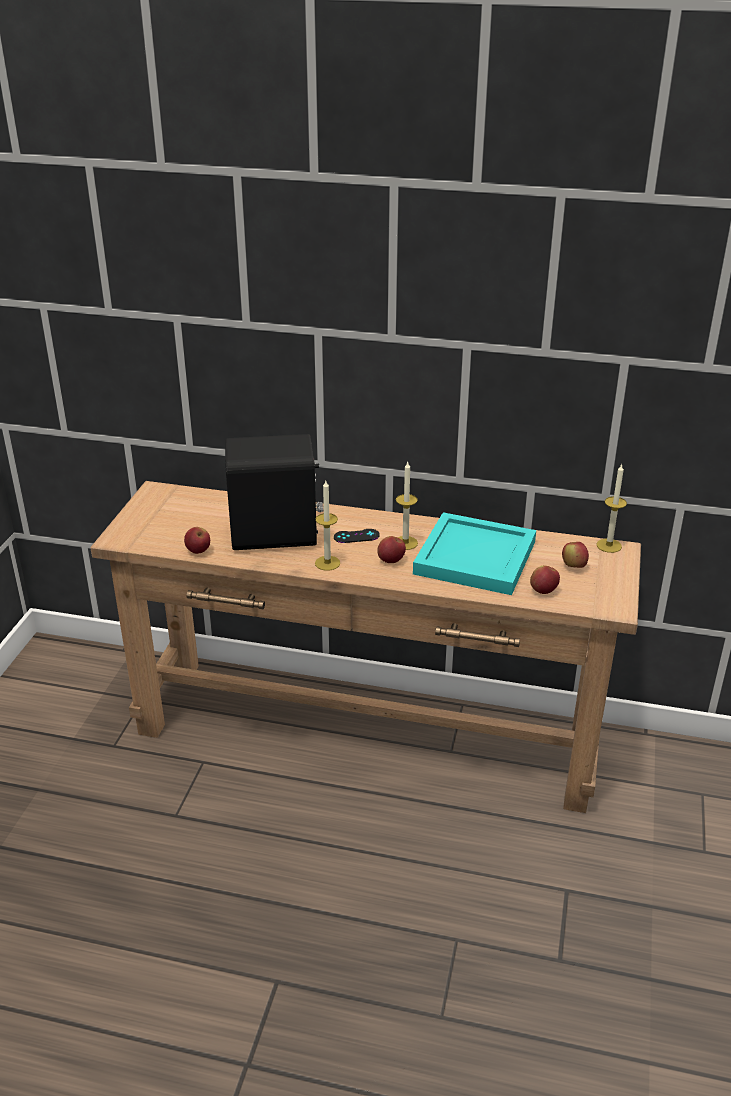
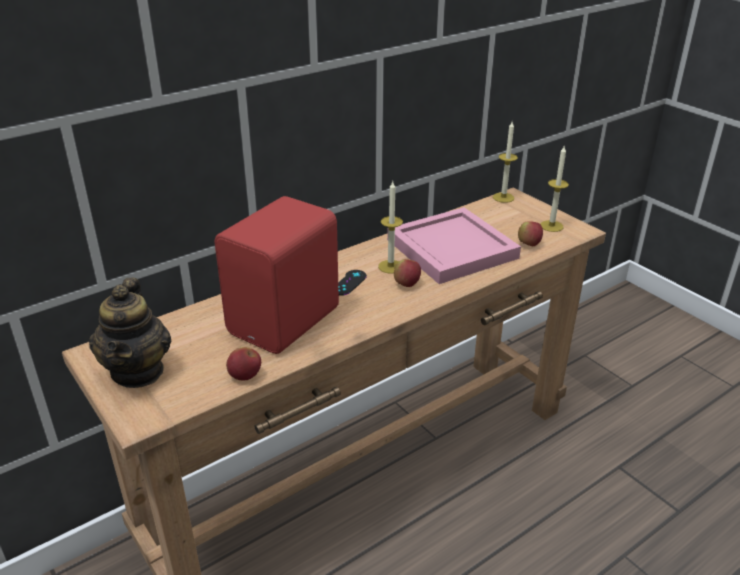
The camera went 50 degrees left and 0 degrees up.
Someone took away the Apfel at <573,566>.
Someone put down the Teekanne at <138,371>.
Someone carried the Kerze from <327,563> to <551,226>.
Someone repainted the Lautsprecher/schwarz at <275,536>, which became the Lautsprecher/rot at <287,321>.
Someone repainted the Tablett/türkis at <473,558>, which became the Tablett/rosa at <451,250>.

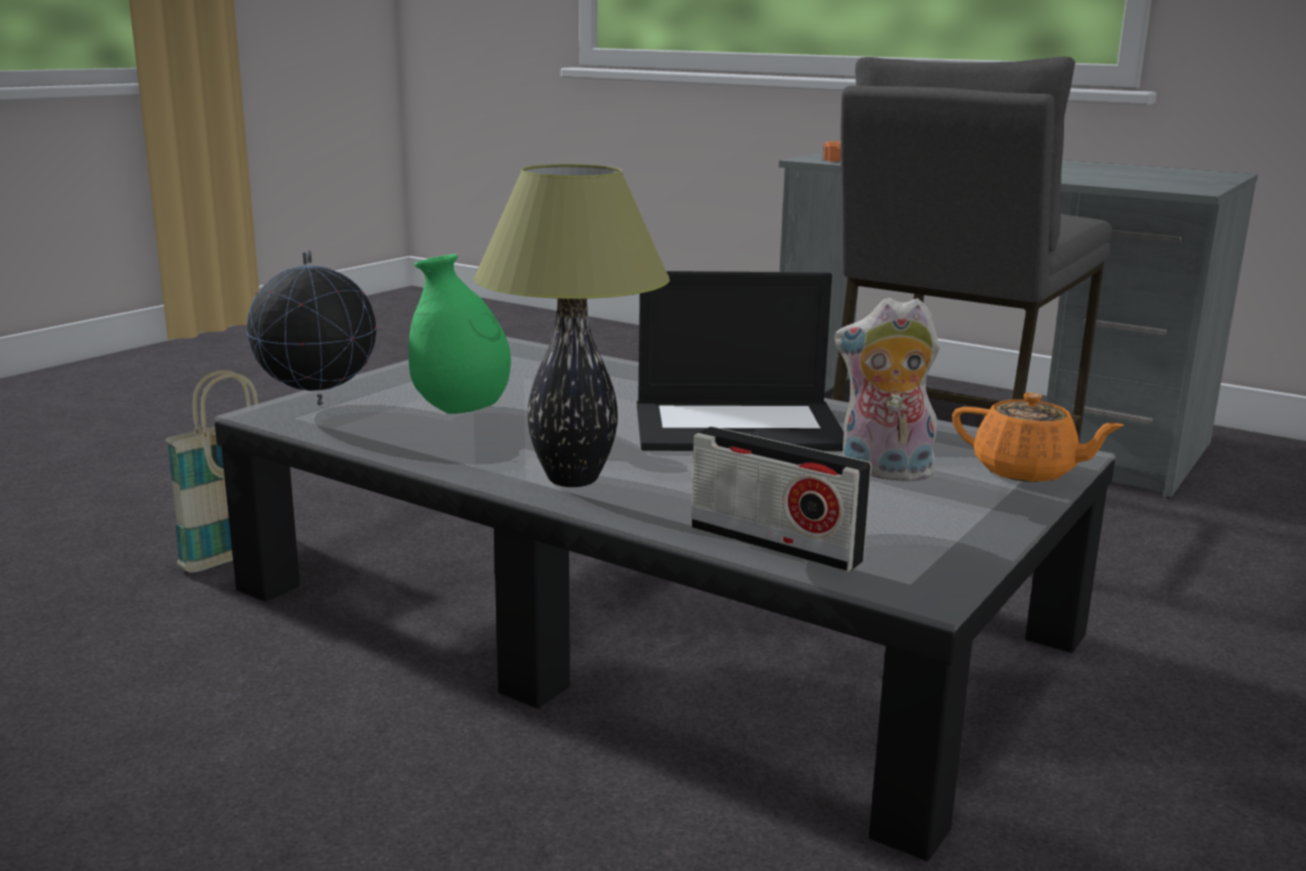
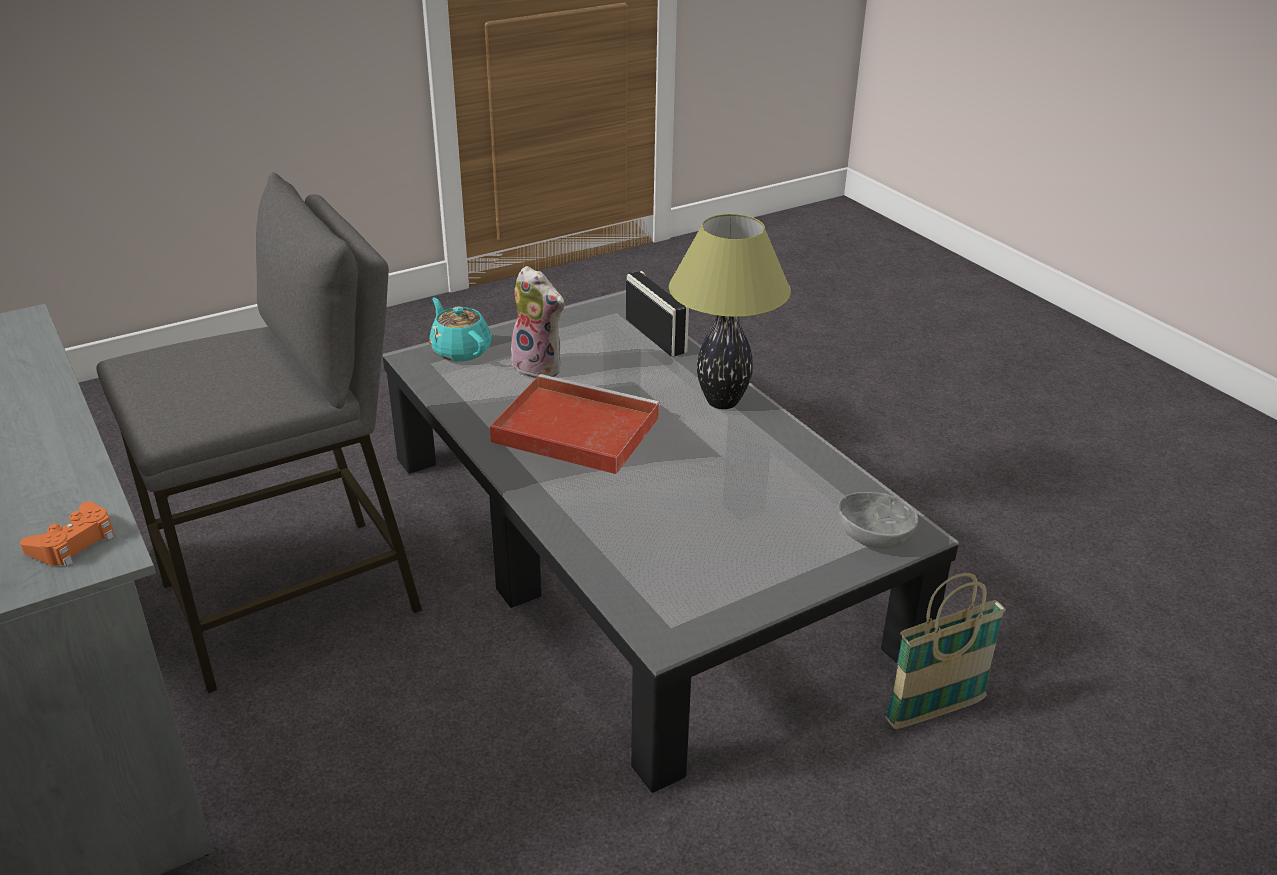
The camera went 155 degrees left and 15 degrees up.
Someone took away the Vase/grün at <461,411>.
Someone swapped the Globus at <317,405> for the Schüssel/grau at <874,536>.
Someone swapped the Laptop at <740,426> for the Tablett/rot at <572,429>.
Someone repainted the Teekanne/orange at <1026,471>, which became the Teekanne/türkis at <460,350>.

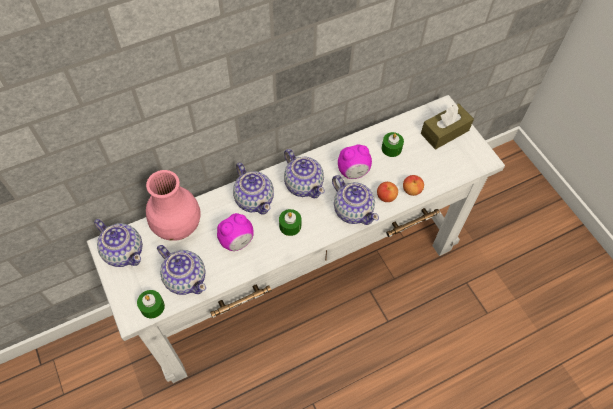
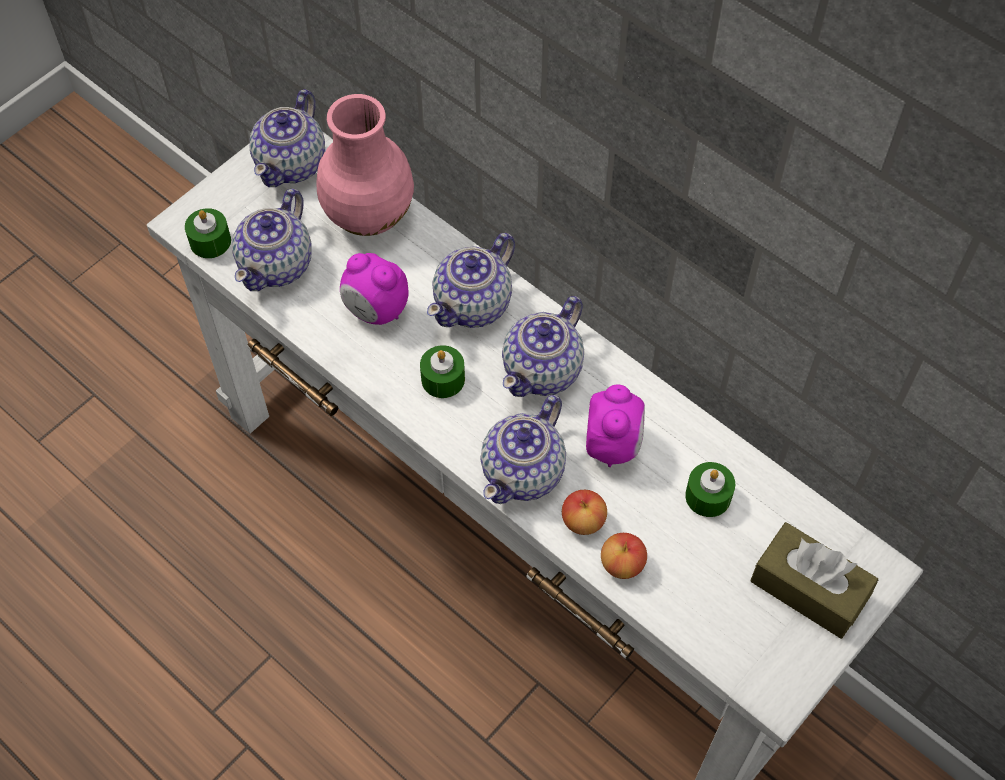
The camera went 70 degrees right and 0 degrees up.
Someone rotated the Wecker at <353,172> by 135 degrees counterclockwise.

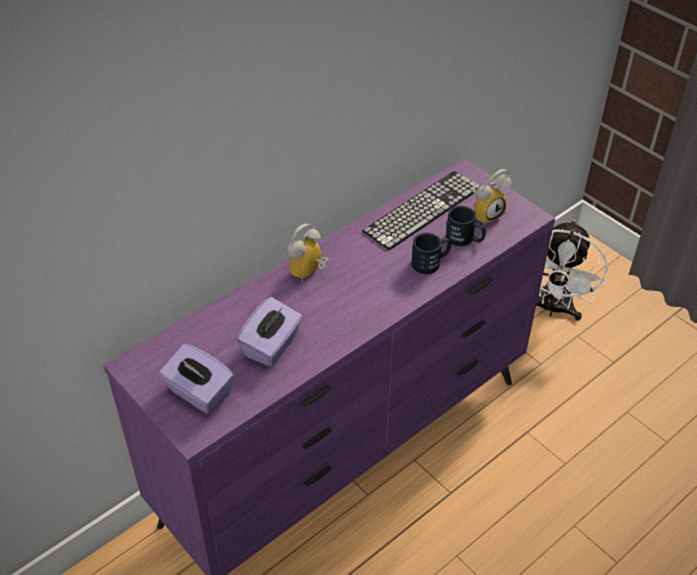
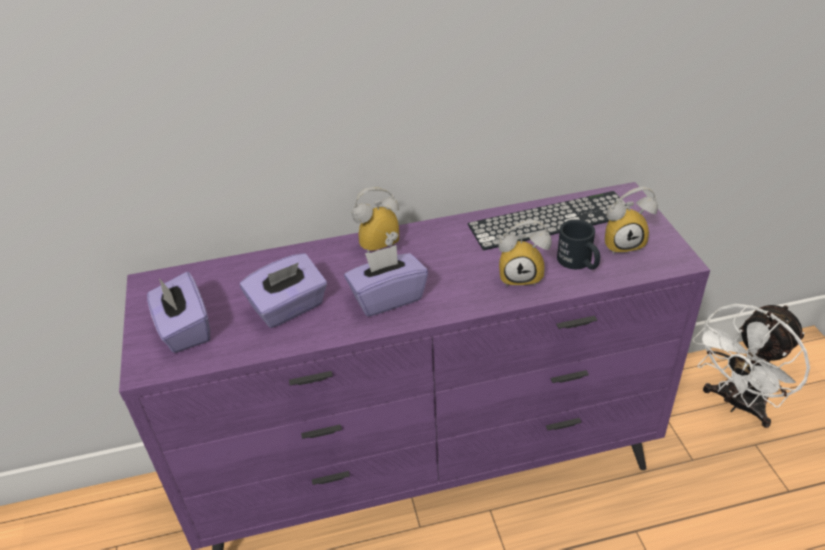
The camera went 30 degrees right and 5 degrees down.
Someone put down the Taschentuchbox/lila at <387,297>.
Someone swapped the Henkelbecher/schwarz at <431,262> for the Wecker at <521,275>.

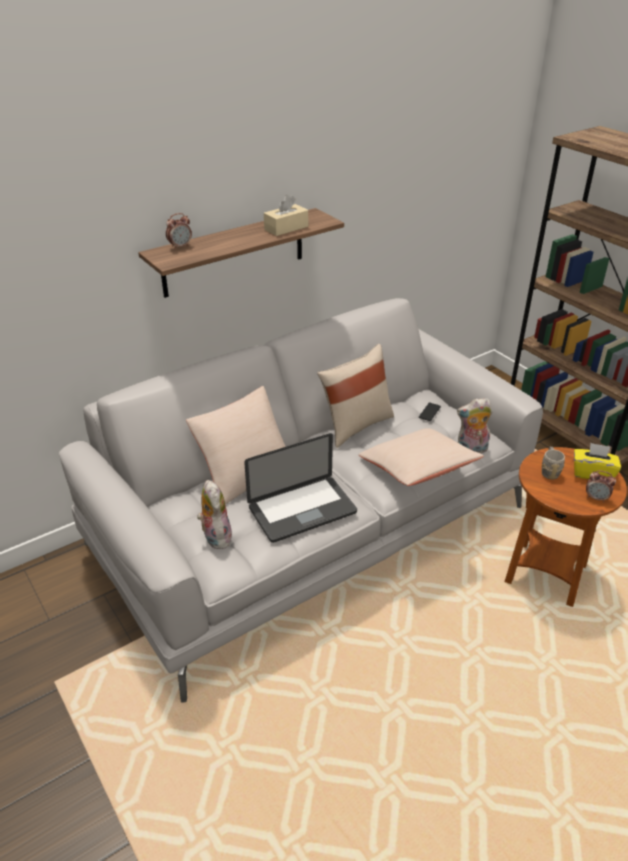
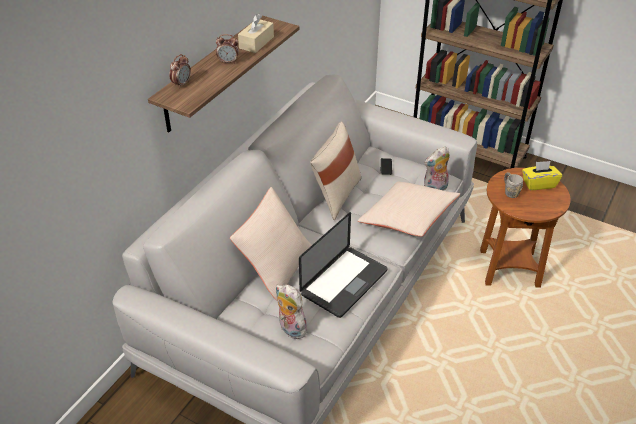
The camera went 25 degrees left and 5 degrees up.
Someone carried the Wecker from <596,498> to <228,62>.

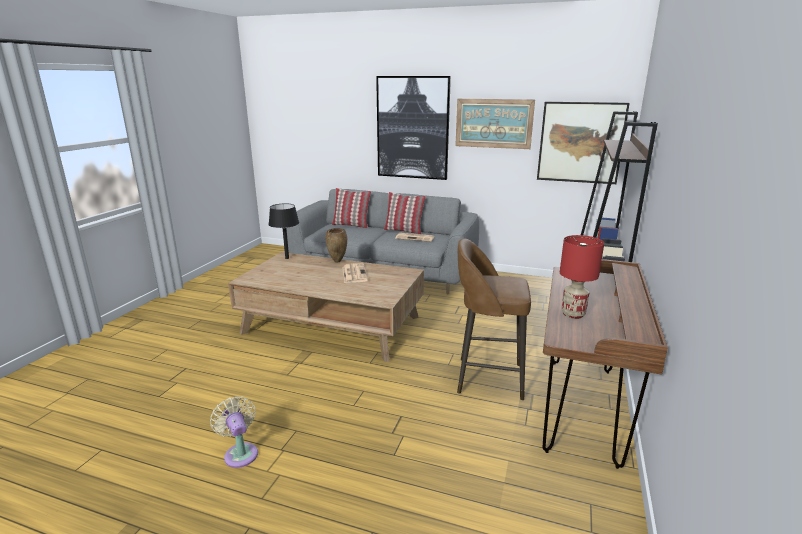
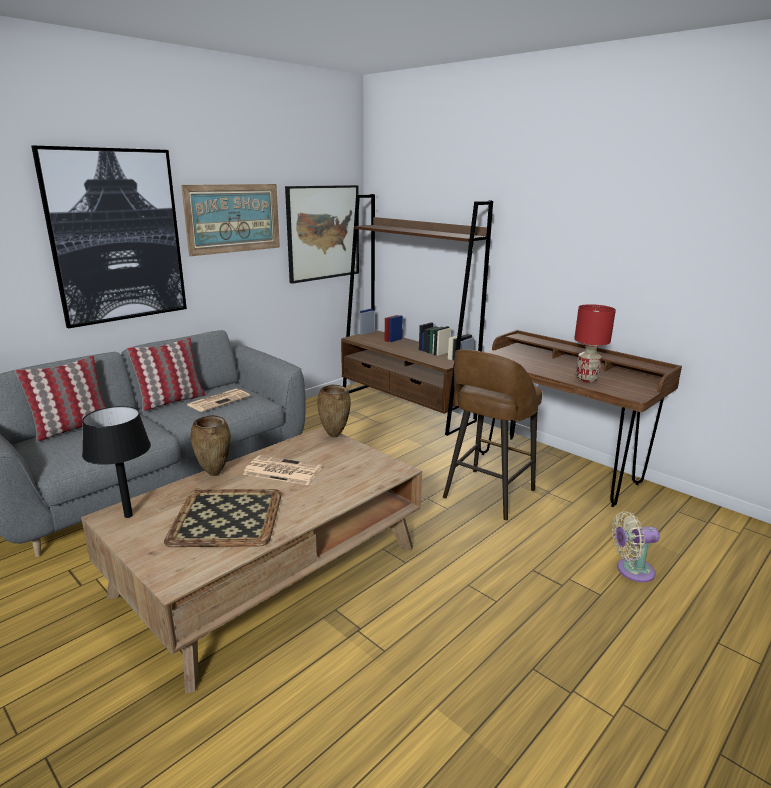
The camera went 65 degrees left and 0 degrees up.
Someone put down the Tablett at <226,517>.
Someone put down the Vase/braun at <335,435>.
Someone carried the Ventilator/beige from <240,453> to <631,570>.

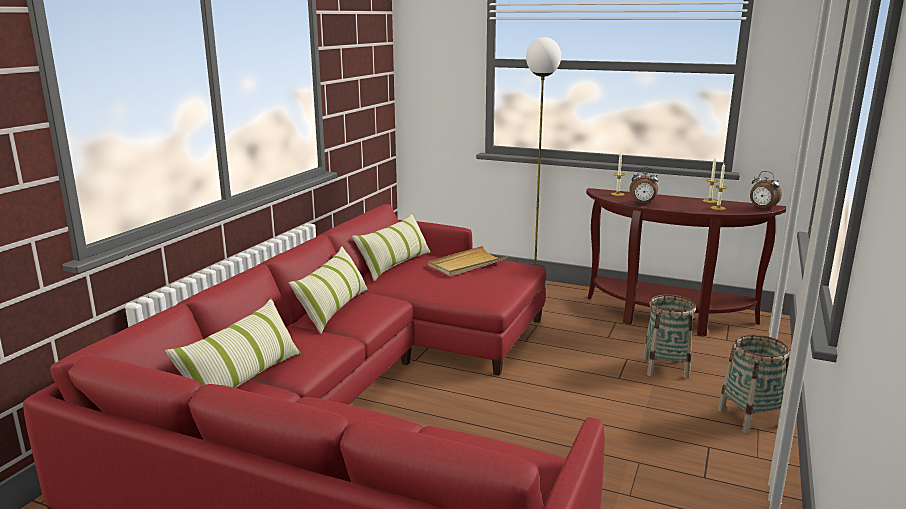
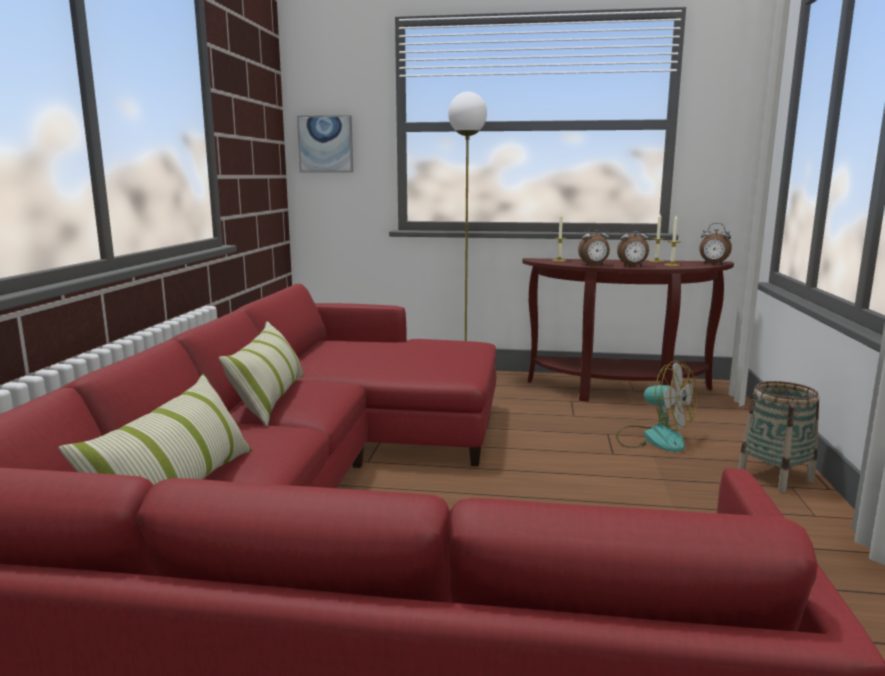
The camera went 15 degrees left and 5 degrees down.
Someone took away the Kissen at <395,264>.
Someone took away the Tablett/beige at <467,264>.
Someone put up the Bild at <325,144>.
Someone put down the Wecker at <633,266>.
Someone swapped the Korb at <665,368> for the Ventilator at <653,438>.

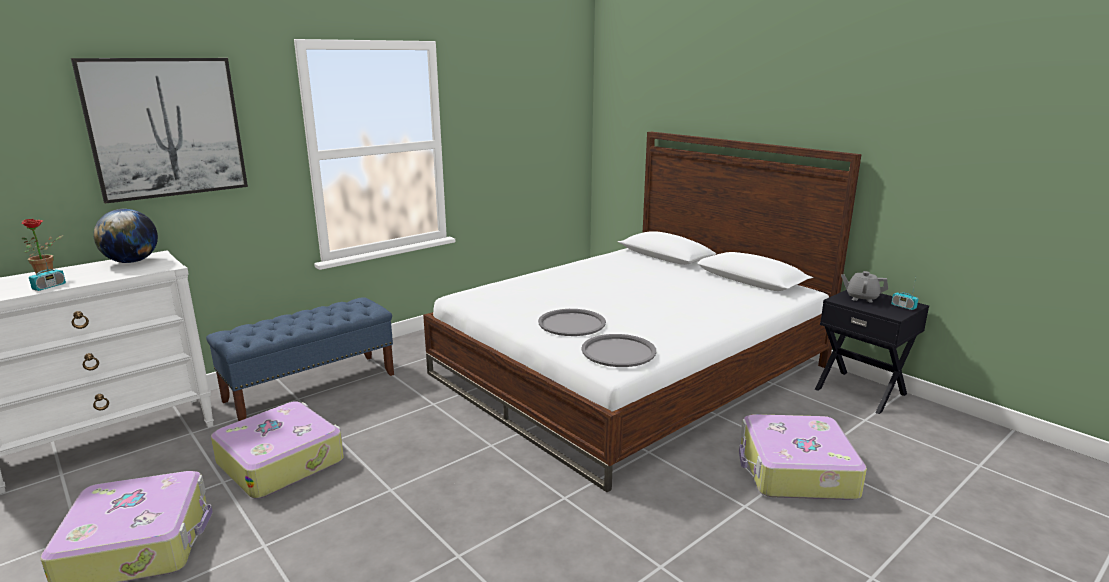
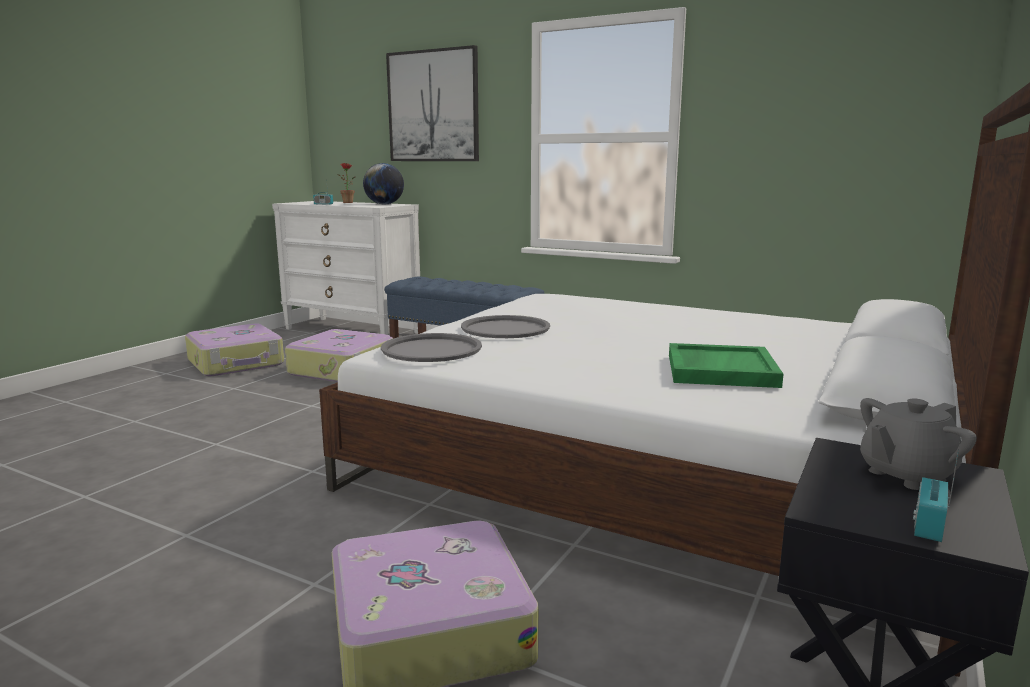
The camera went 70 degrees right and 5 degrees down.
Someone put down the Tablett/grün at <719,370>.
Someone rotated the Teekanne/grau at <861,298> by 120 degrees counterclockwise.

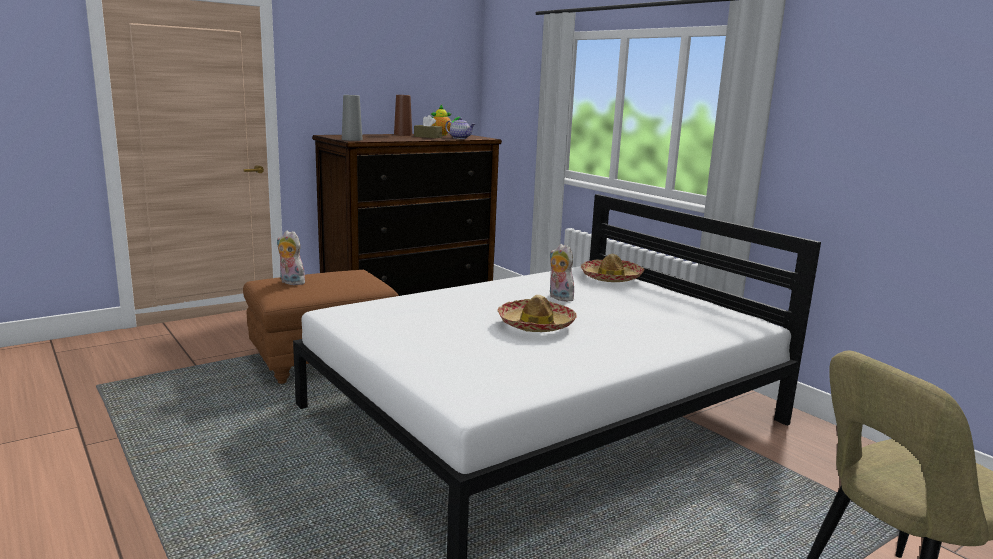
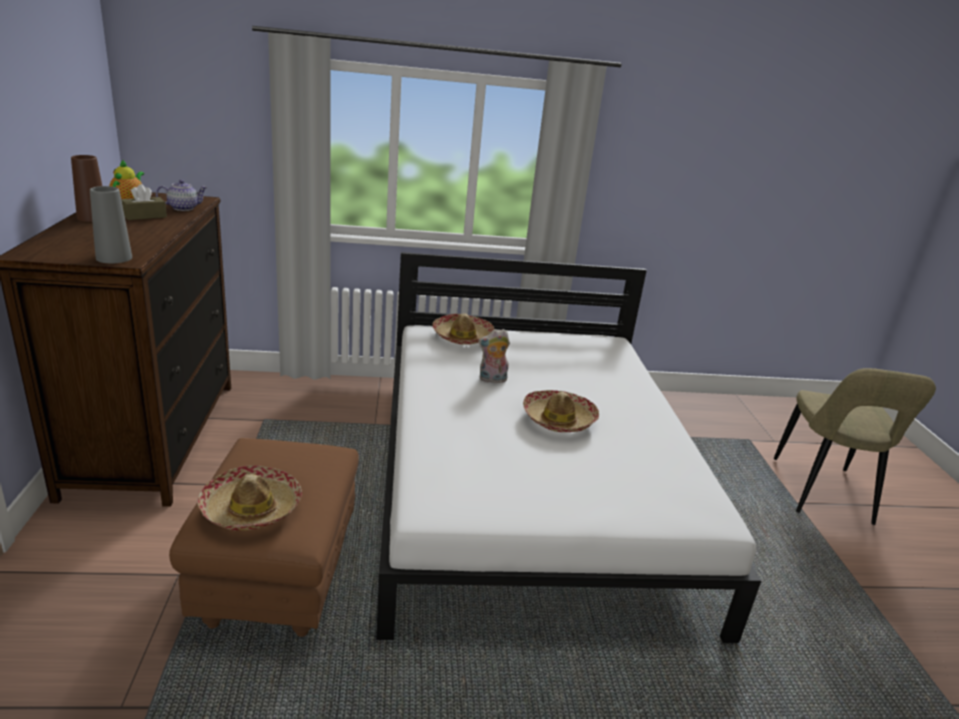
The camera went 60 degrees left and 10 degrees up.
Someone swapped the Plüschtier at <290,282> for the Hut at <251,508>.

